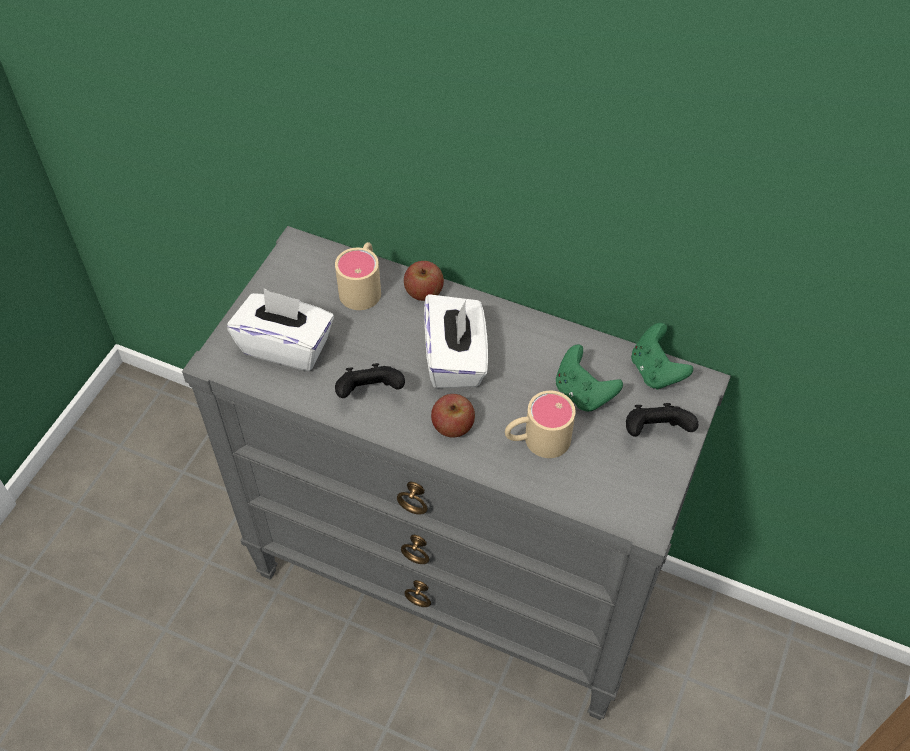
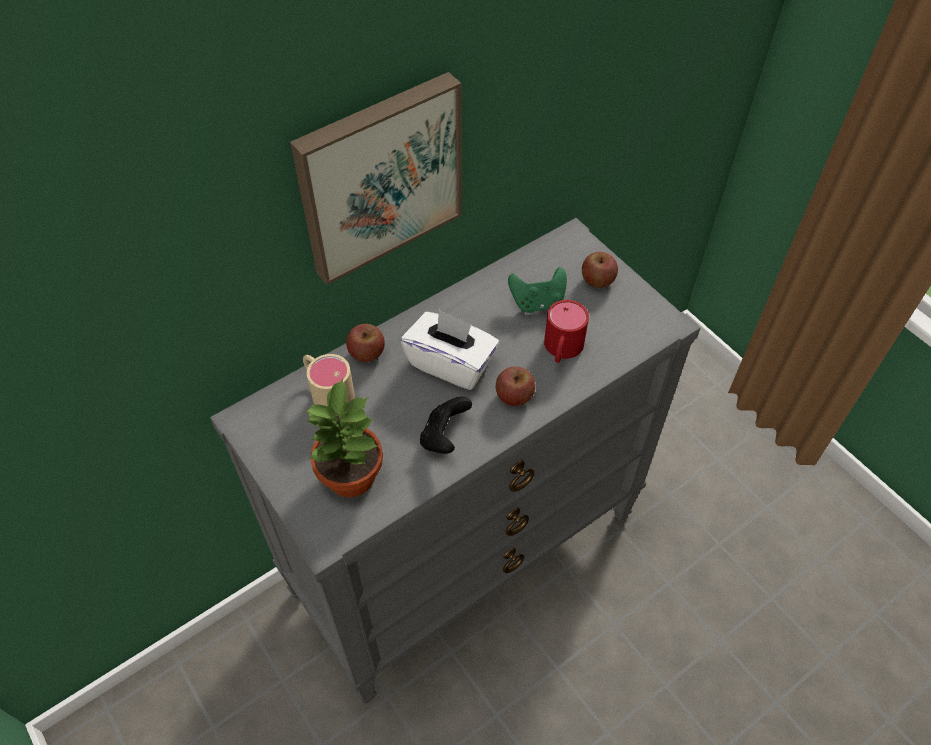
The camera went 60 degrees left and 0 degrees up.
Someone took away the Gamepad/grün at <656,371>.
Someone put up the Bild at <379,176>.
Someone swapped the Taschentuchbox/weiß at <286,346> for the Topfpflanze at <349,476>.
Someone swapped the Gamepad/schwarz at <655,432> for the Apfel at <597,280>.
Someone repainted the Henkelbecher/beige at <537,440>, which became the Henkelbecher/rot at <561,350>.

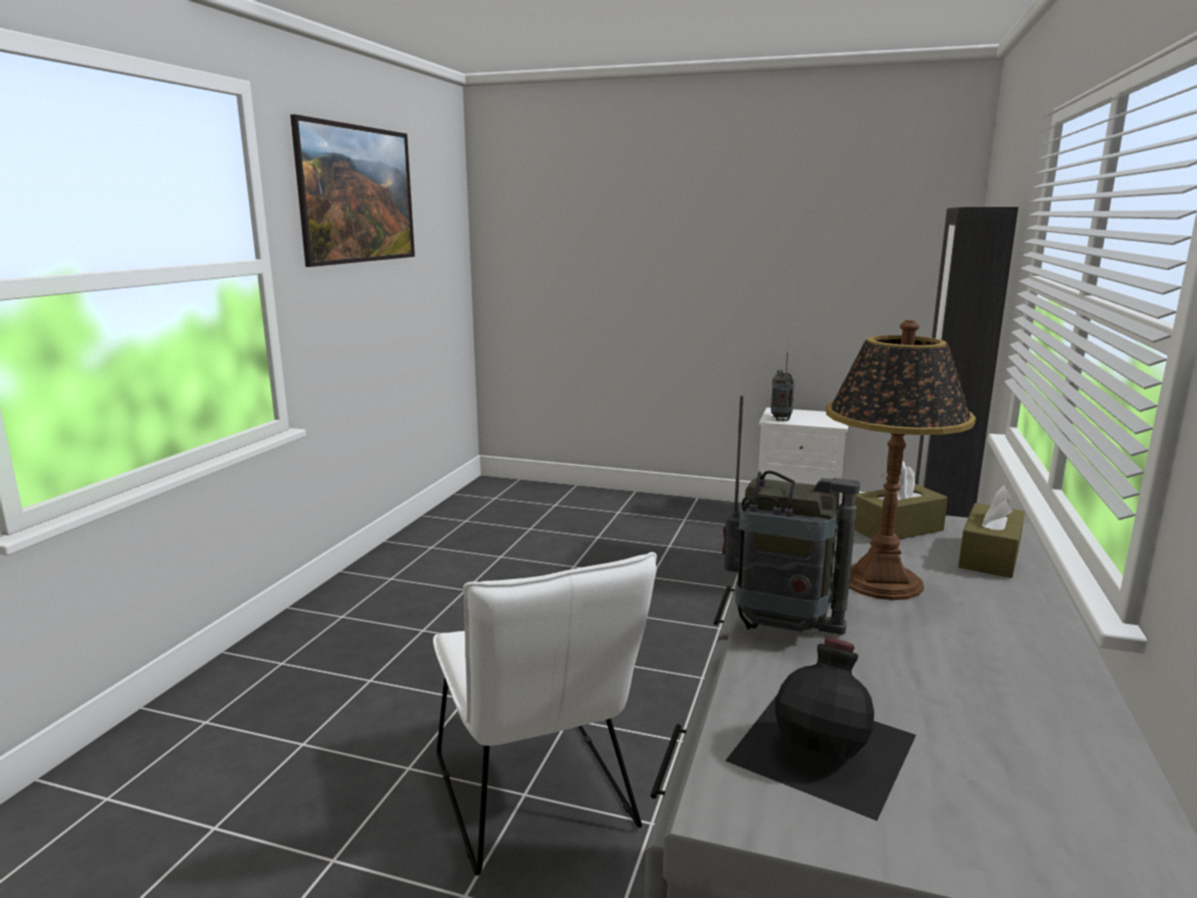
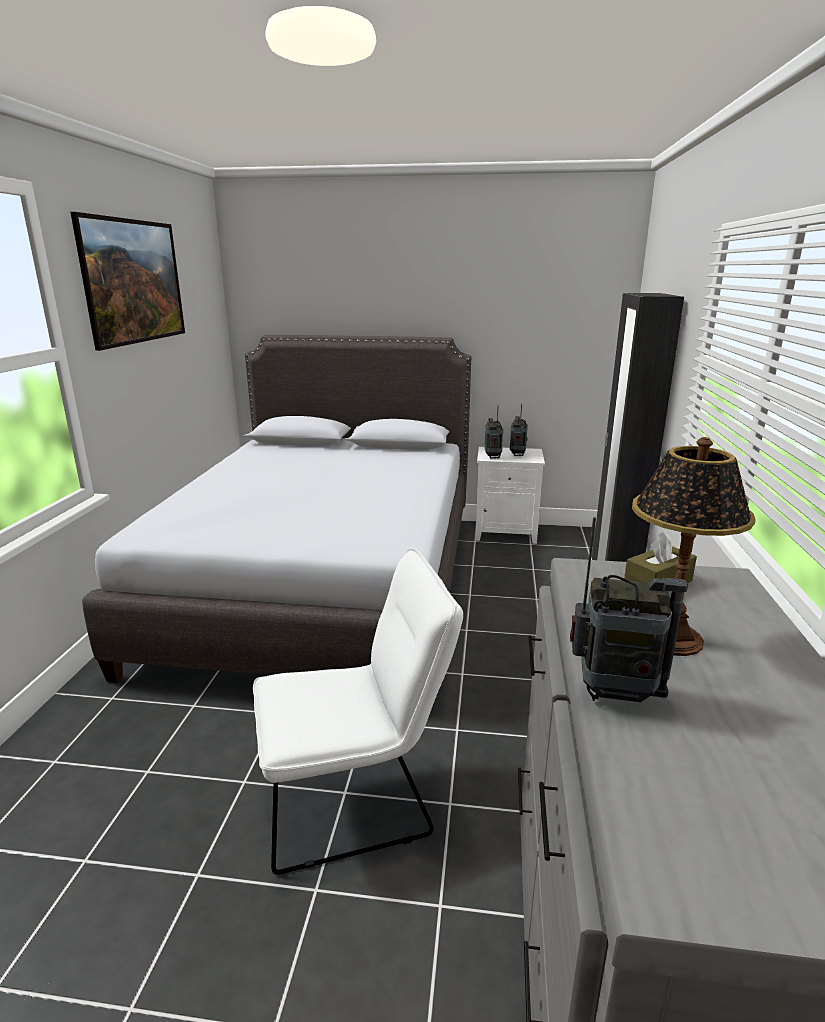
The camera went 10 degrees left and 5 degrees up.
Someone took away the Flasche/schwarz at <826,747>.
Someone took away the Taschentuchbox/braun at <989,556>.
Someone put down the Bett/grau at <325,583>.
Someone put down the Radio at <517,454>.
Someone rotated the Stuhl/weiß at <537,802> by 75 degrees counterclockwise.

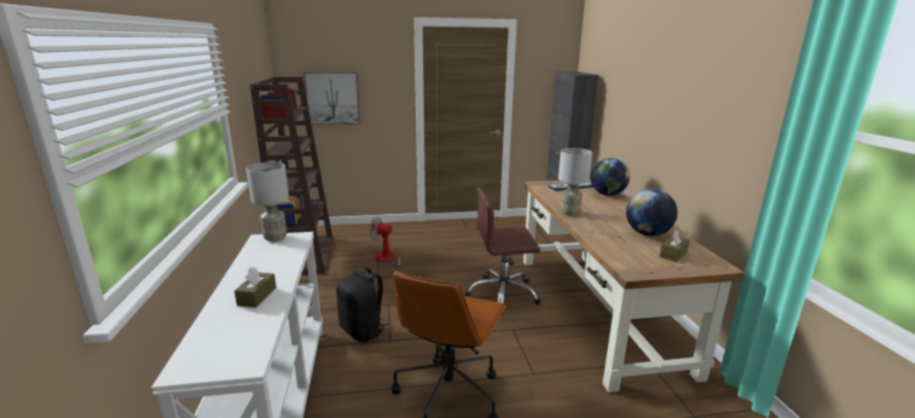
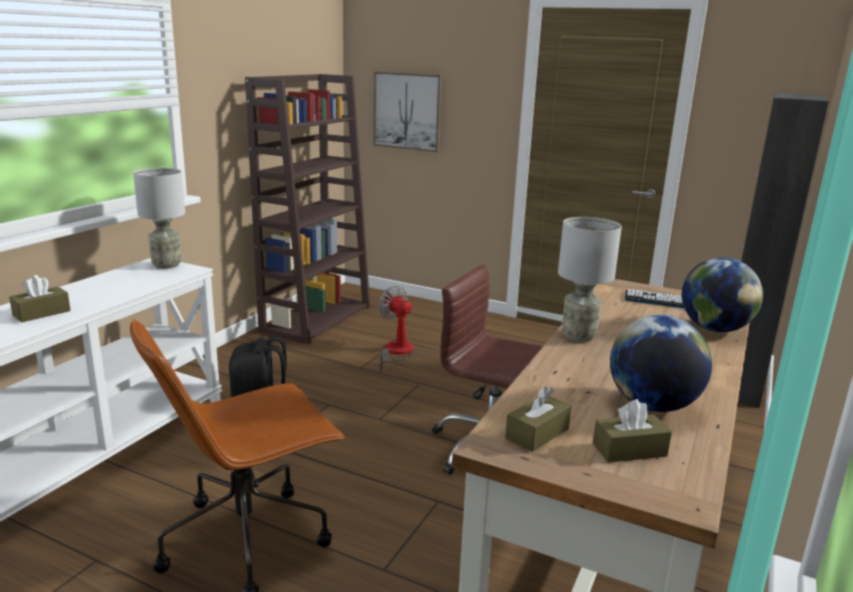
The camera went 35 degrees right and 0 degrees up.
Someone put down the Taschentuchbox/braun at <537,433>.

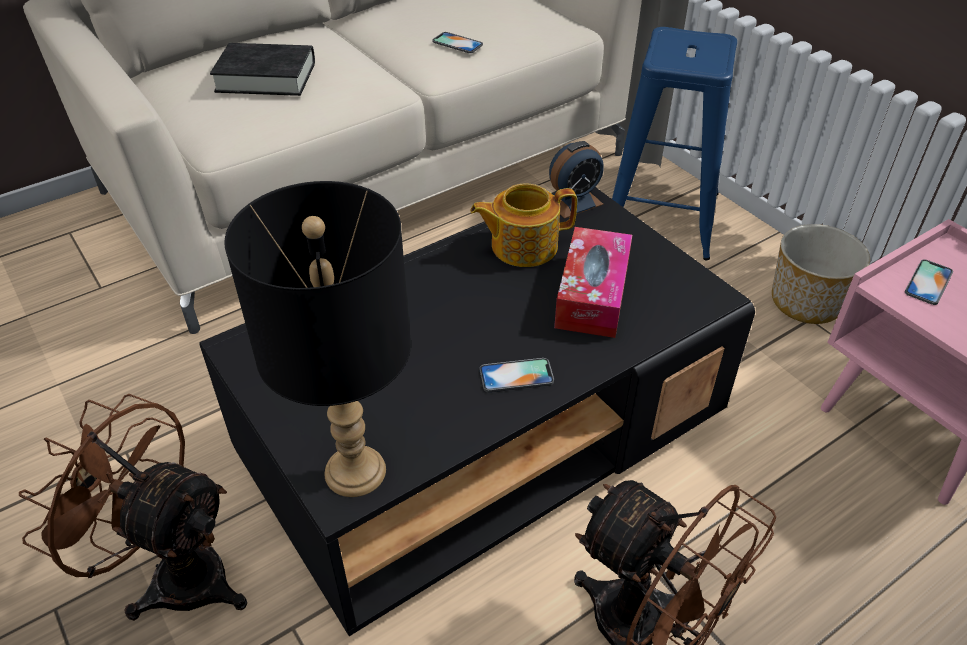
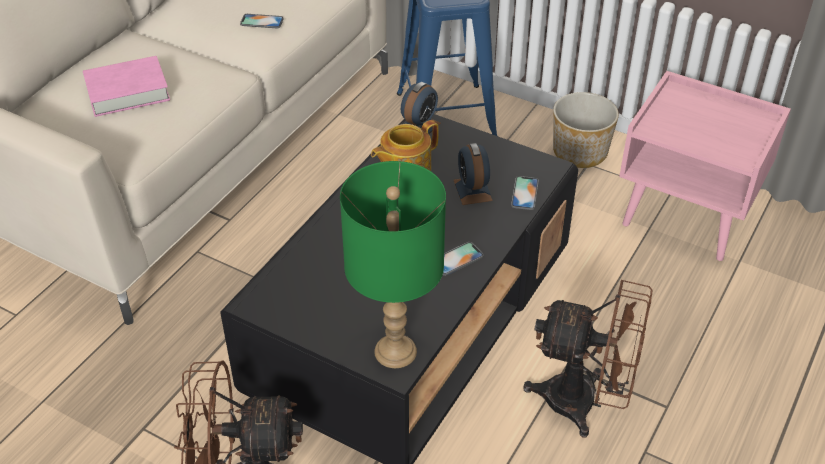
The camera went 25 degrees left and 0 degrees up.
Someone carried the Handy from <928,282> to <525,193>.
Someone swapped the Taschentuchbox at <592,294> for the Wecker at <472,190>.
Someone repainted the Buch/schwarz at <266,77>, which became the Buch/rosa at <127,92>.
Someone repainted the Tischlampe/schwarz at <356,471>, which became the Tischlampe/grün at <396,351>.

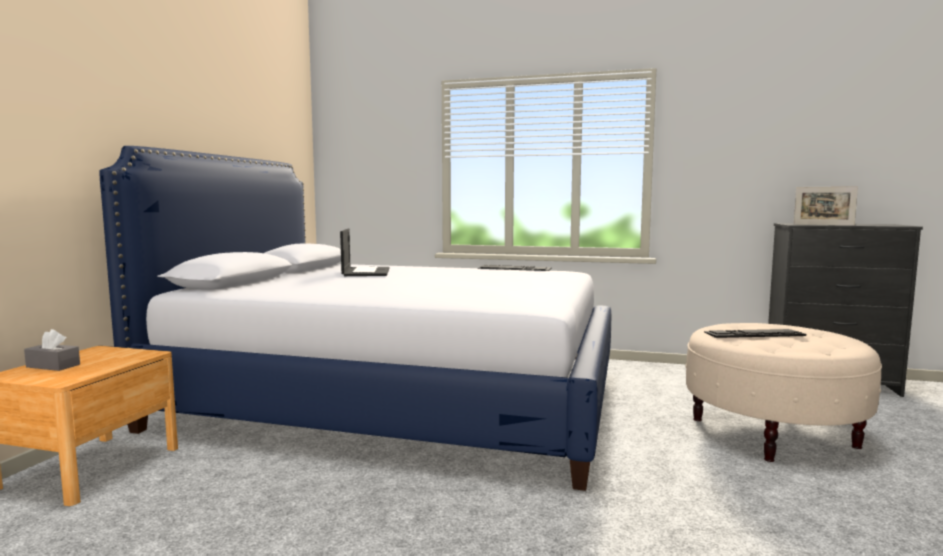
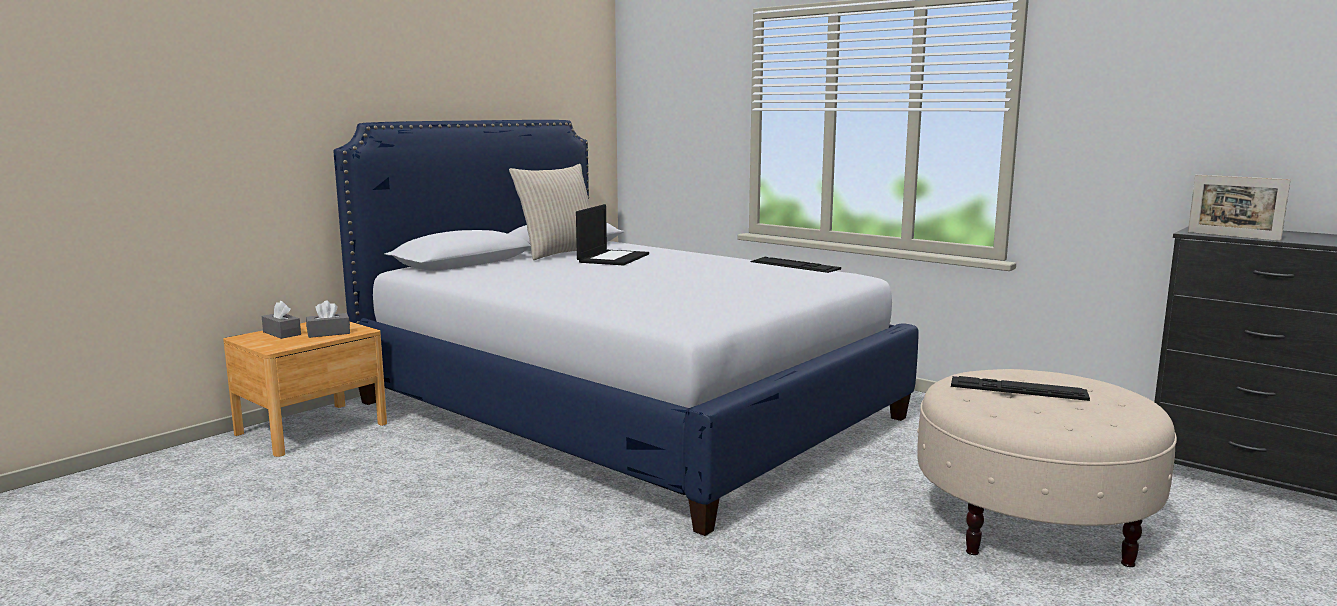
The camera went 25 degrees right and 5 degrees up.
Someone put down the Taschentuchbox/grau at <328,333>.
Someone put down the Kissen/beige at <559,253>.

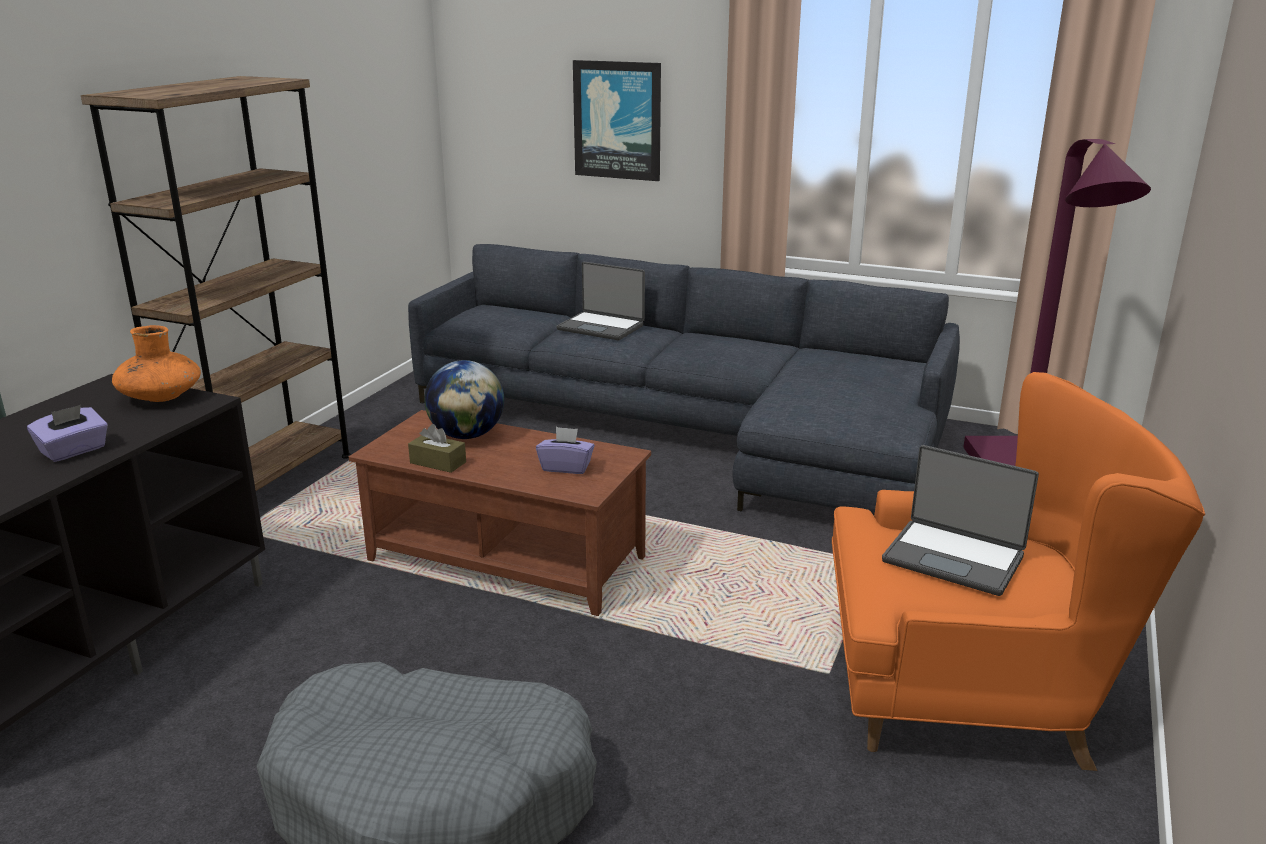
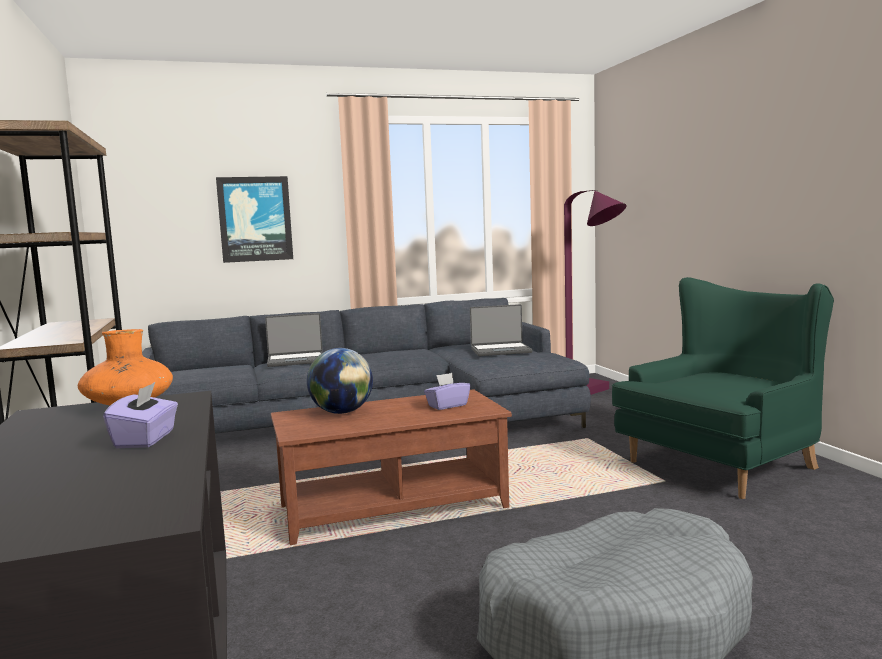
The camera went 40 degrees left and 15 degrees down.
Someone took away the Taschentuchbox/braun at <438,462>.
Someone carried the Laptop from <954,558> to <500,350>.
Someone repainted the Sessel/orange at <970,690>, which became the Sessel/grün at <724,463>.

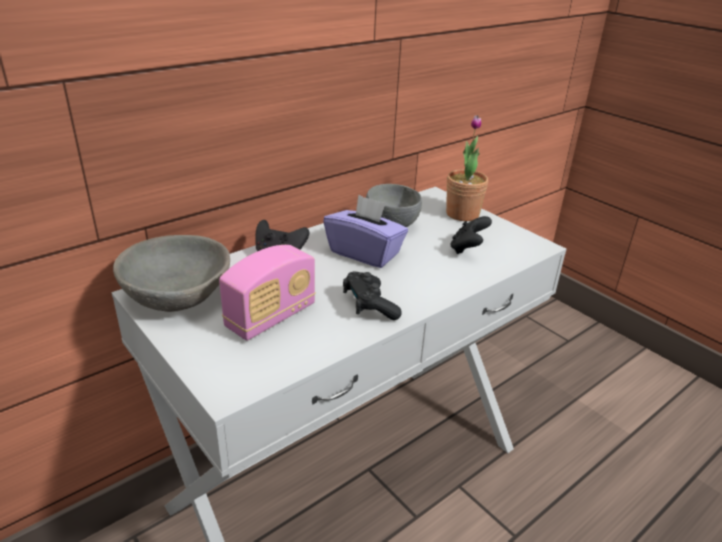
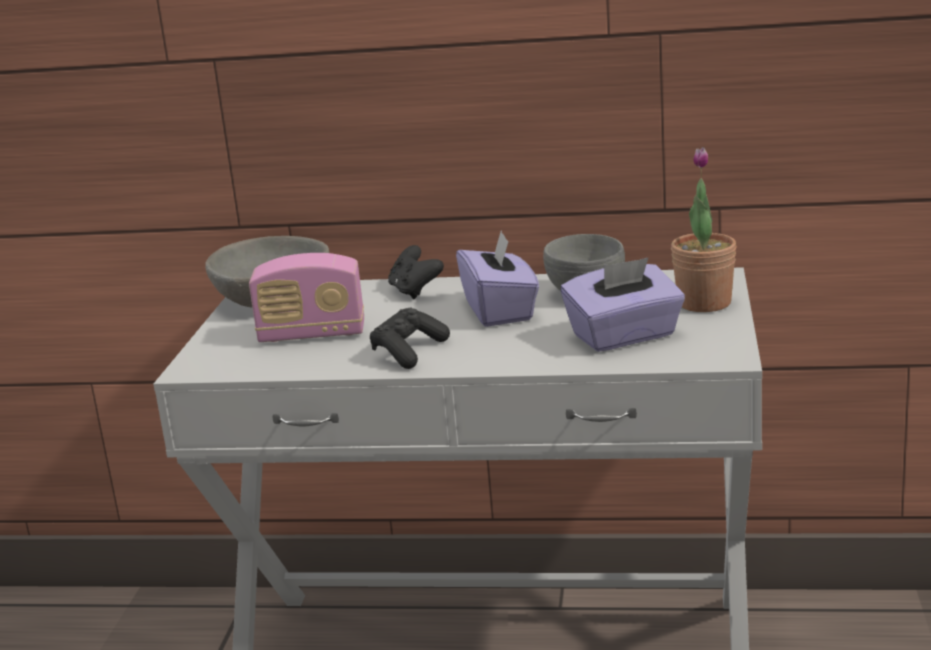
The camera went 50 degrees right and 10 degrees down.
Someone swapped the Gamepad/schwarz at <468,249> for the Taschentuchbox/lila at <624,336>.

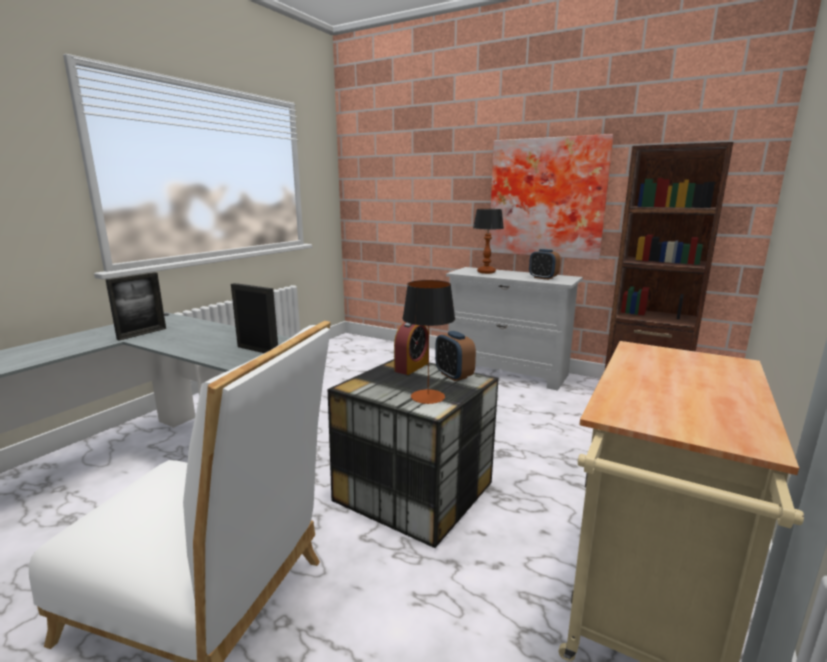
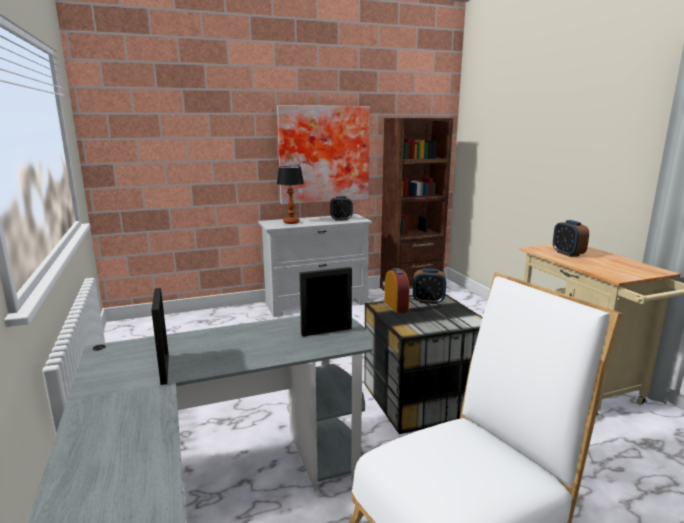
The camera went 50 degrees left and 0 degrees up.
Someone took away the Tischlampe at <428,396>.
Someone put down the Wecker at <567,254>.

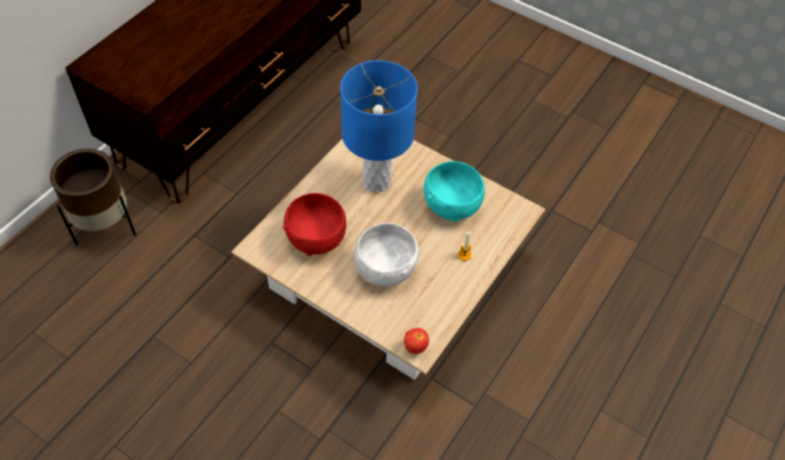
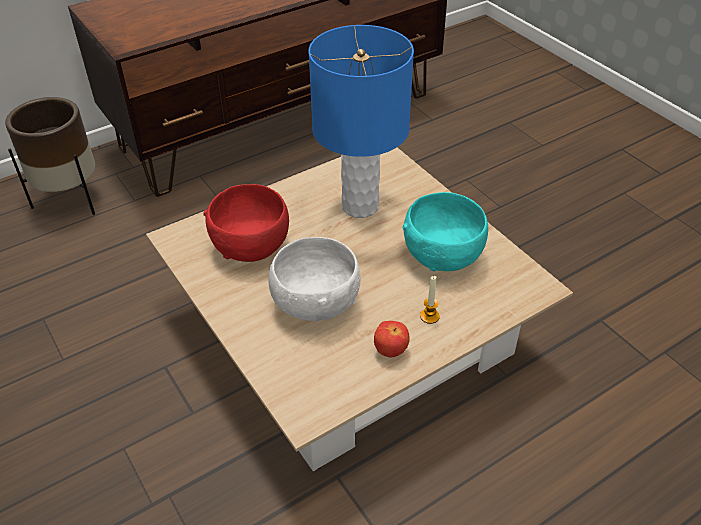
The camera went 25 degrees right and 10 degrees down.
Someone carried the Apfel from <415,347> to <391,351>.

